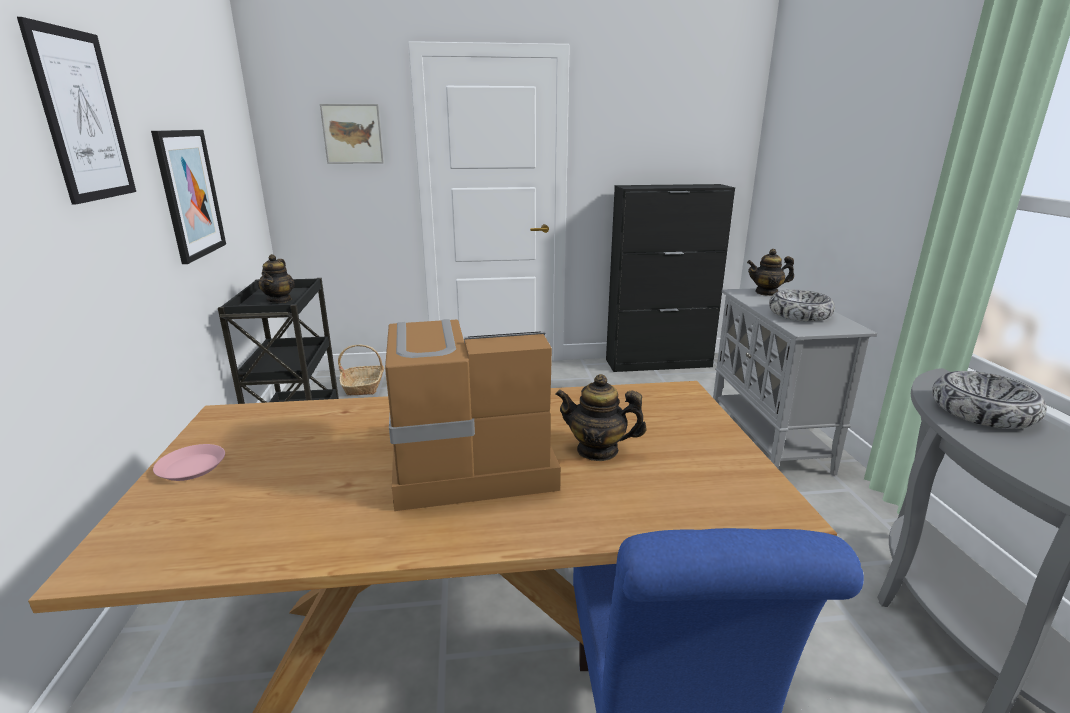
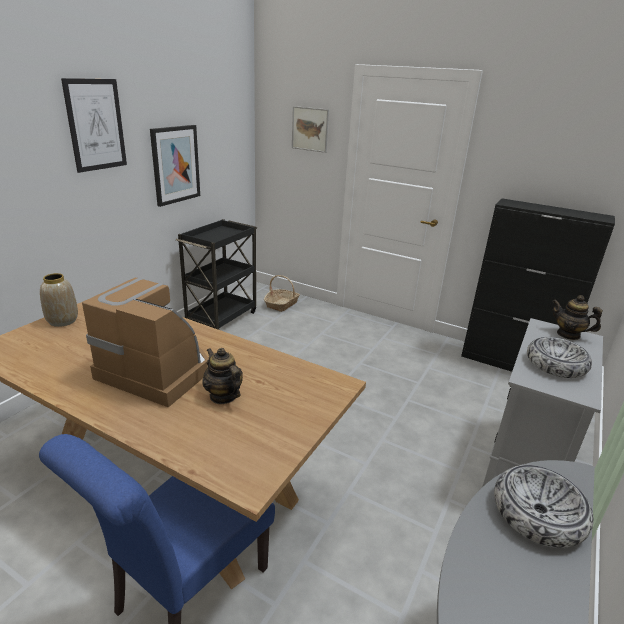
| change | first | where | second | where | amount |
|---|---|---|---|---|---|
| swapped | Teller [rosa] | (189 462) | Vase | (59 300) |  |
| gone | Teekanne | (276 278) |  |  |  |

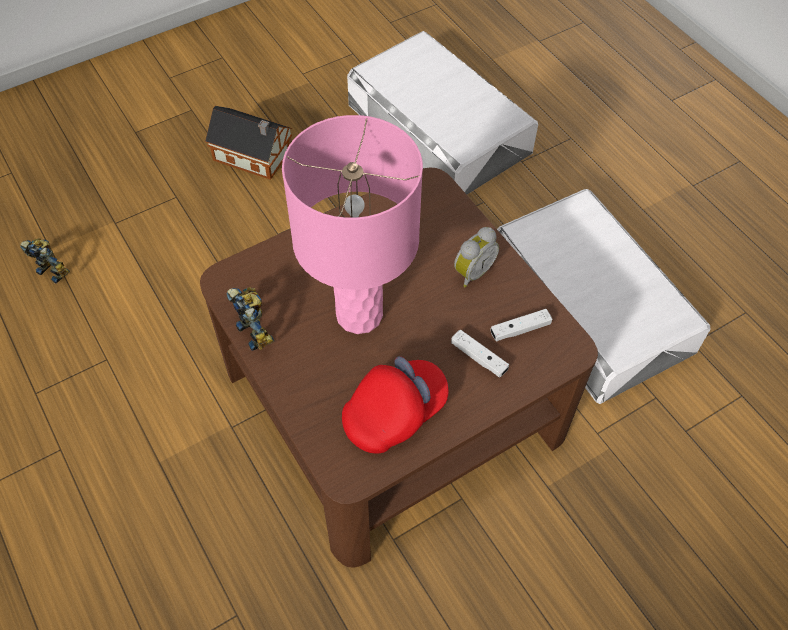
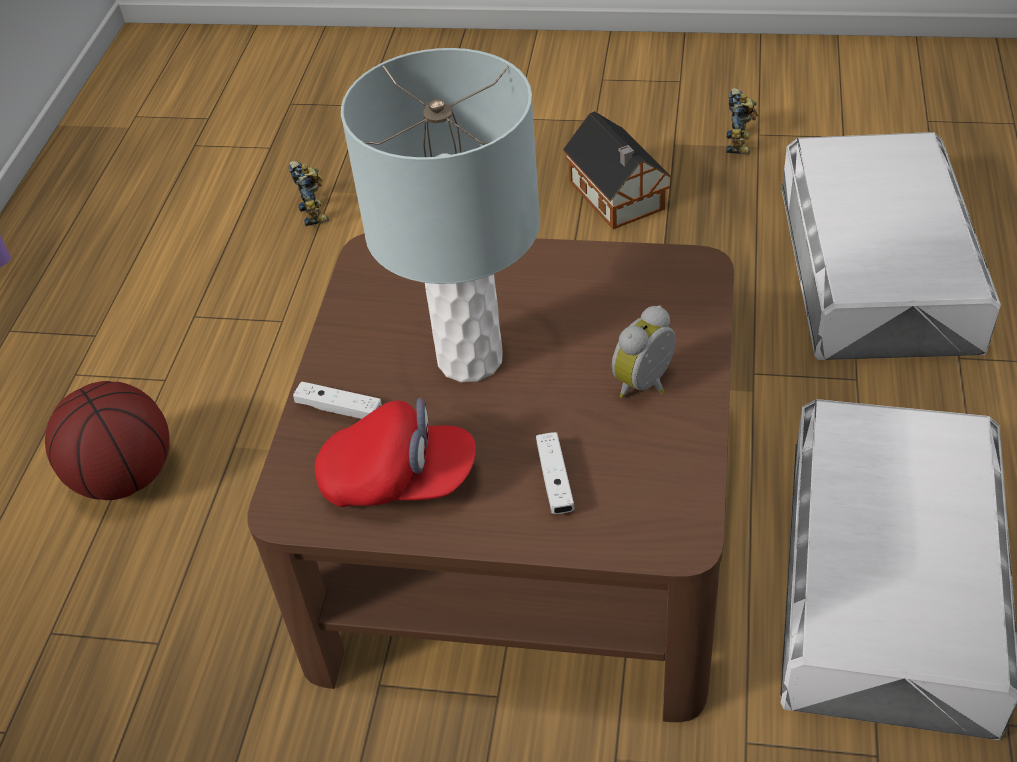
| change | first | where | second | where | amount |
|---|---|---|---|---|---|
| new |  |  | Basketball | (107 440) |  |
| shifted | Gamepad [weiß] | (521 325) |  | (337 400) |  |
| repainted | Tischlampe [rosa] | (352 224) | Tischlampe [grau] | (440 215) |  |
| rotated | Wecker | (476 257) |  | (644 352) | 135 degrees clockwise |
| shifted | Spielzeugroboter | (250 319) |  | (742 121) |  |

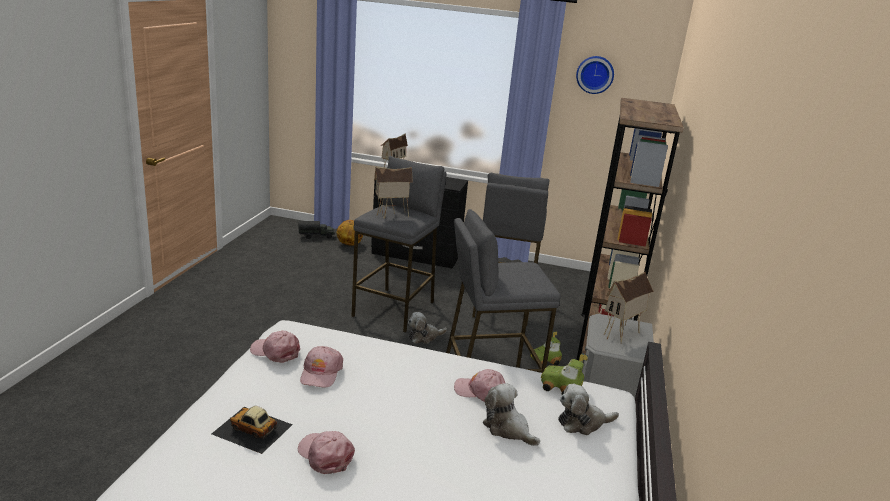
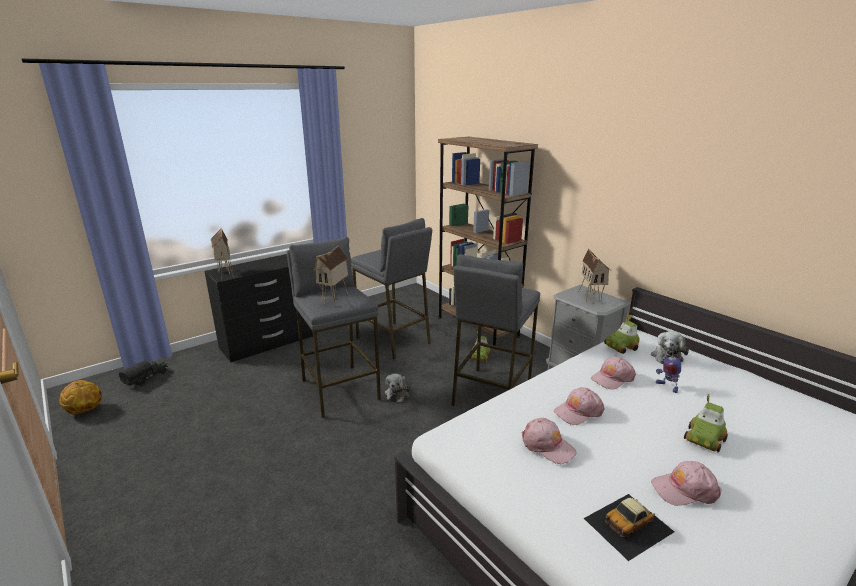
| change | first | where | second | where | amount |
|---|---|---|---|---|---|
| shifted | Basketball | (349 233) |  | (80 397) |  |
| shifted | Kappe [rosa] | (275 347) |  | (579 406) |  |
| swapped | Plüschtier | (511 414) | Spielzeugroboter | (668 366) |  |
| new |  |  | Spielzeugauto | (706 423) |  |
| gone | Wanduhr | (595 75) |  |  |  |

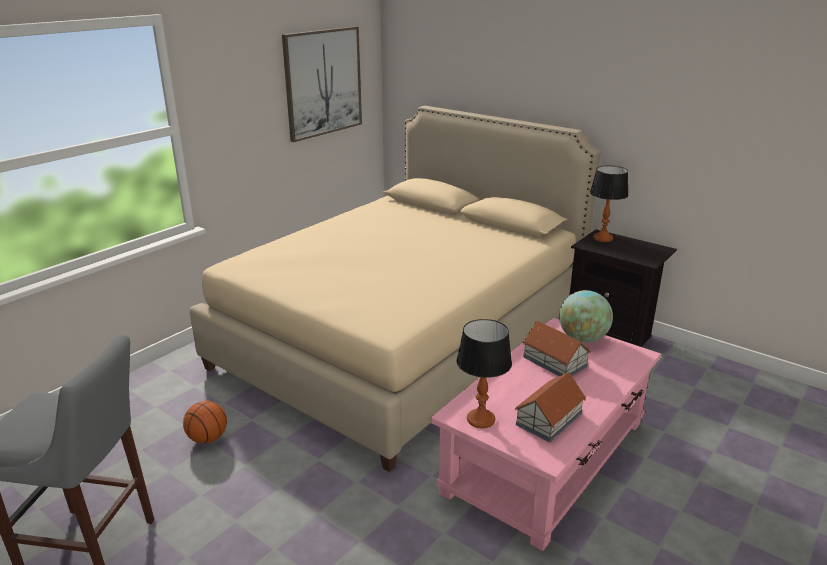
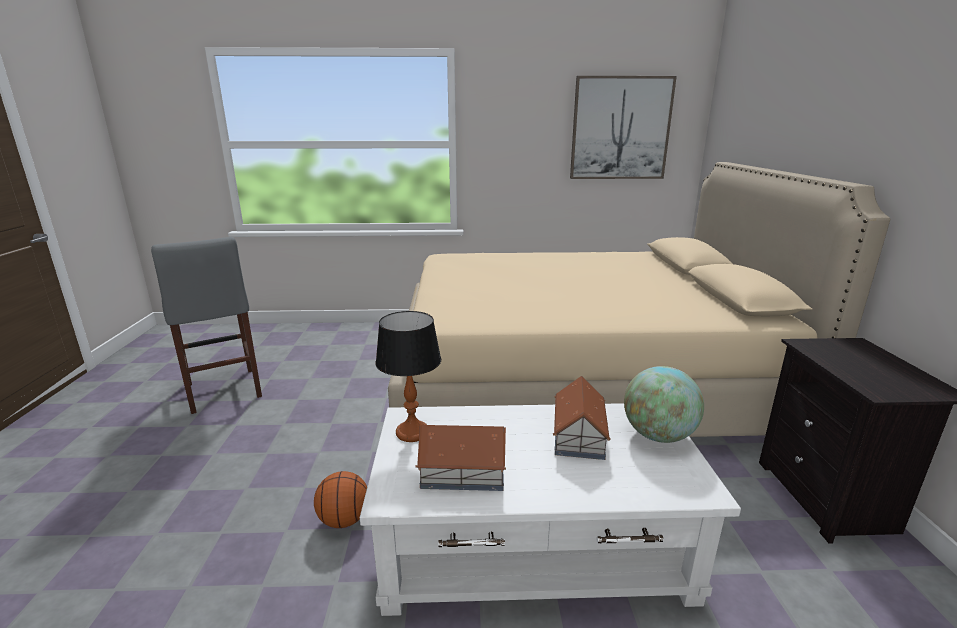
| change | first | where | second | where | amount |
|---|---|---|---|---|---|
| shifted | Basketball | (205 422) |  | (340 499) |  |
| repainted | Couchtisch [rosa] | (546 434) | Couchtisch [weiß] | (550 509) |  |
| gone | Tischlampe | (609 203) |  |  |  |

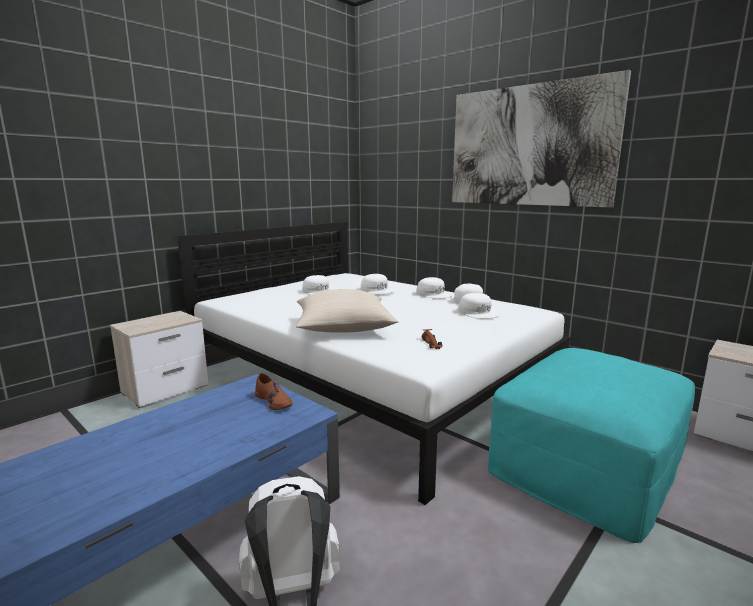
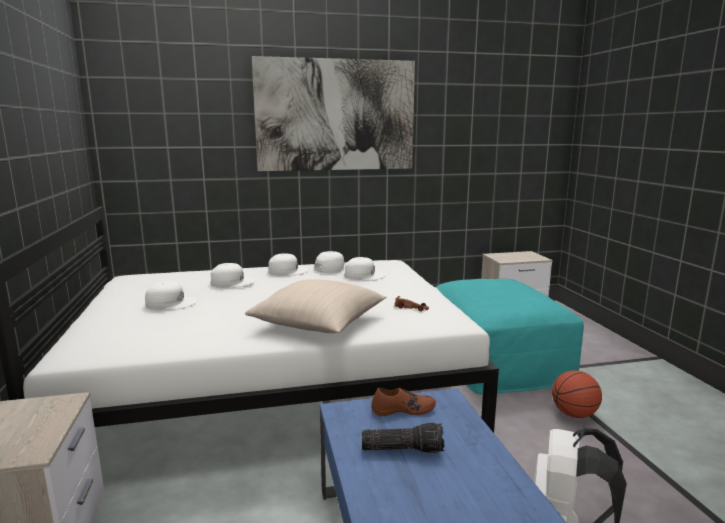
| change | first | where | second | where | amount |
|---|---|---|---|---|---|
| new |  |  | Taschenlampe | (402 438) |  |
| new |  |  | Basketball | (577 394) |  |

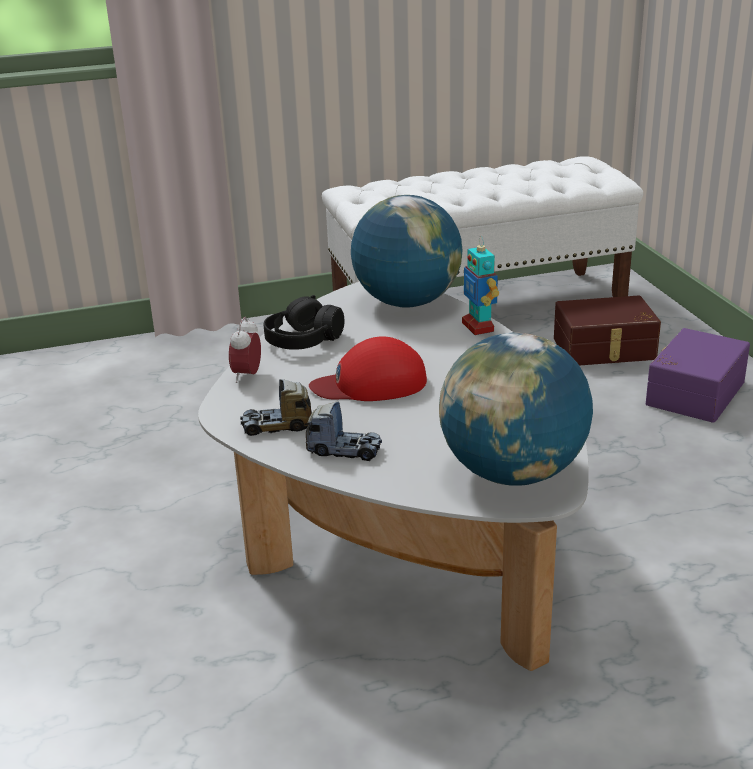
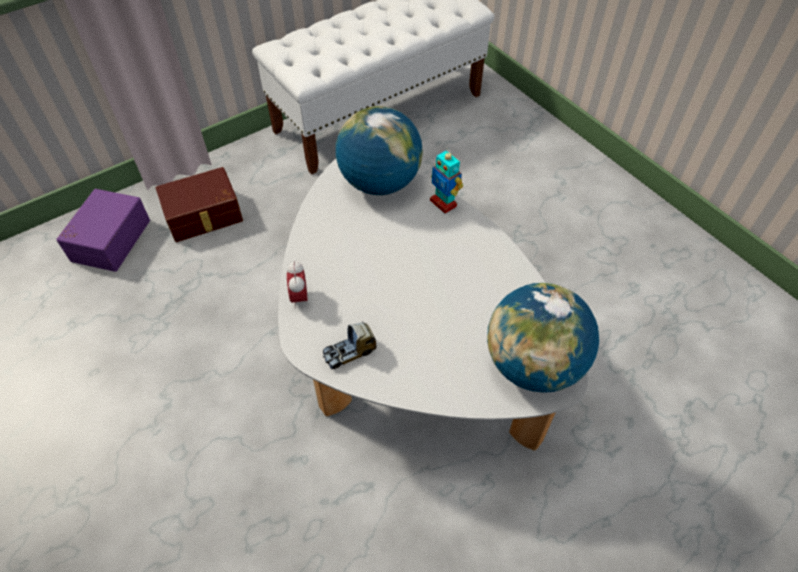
| change | first | where | second | where | amount |
|---|---|---|---|---|---|
| shifted | Aufbewahrungsbox [lila] | (698 375) |  | (103 230) |  |
| shifted | Aufbewahrungsbox [braun] | (607 330) |  | (199 204) |  |
| gone | Kopfhörer [schwarz] | (304 322) |  |  |  |
| gone | Spielzeuglaster | (344 431) |  |  |  |
| gone | Kappe [rot] | (368 368) |  |  |  |

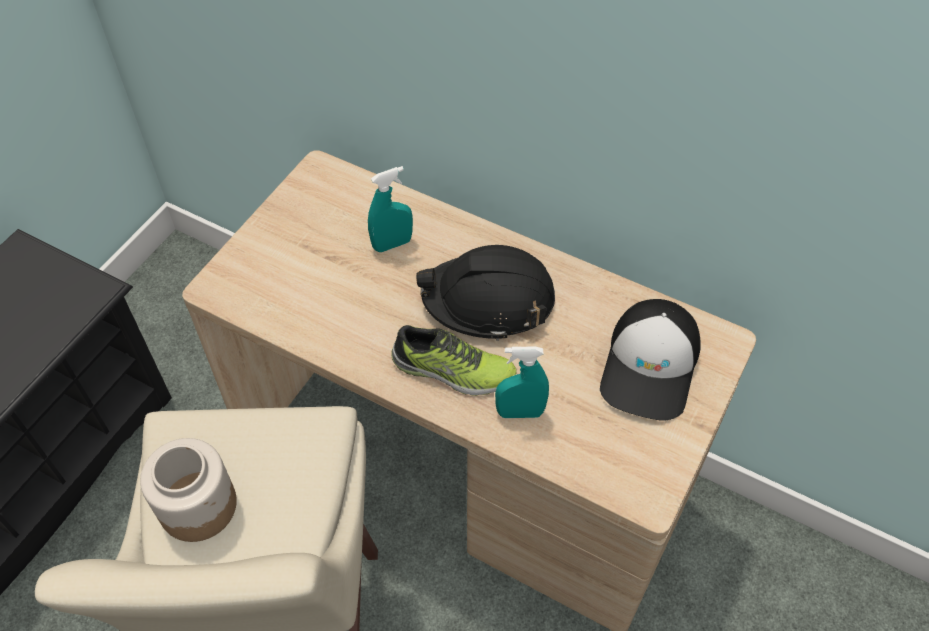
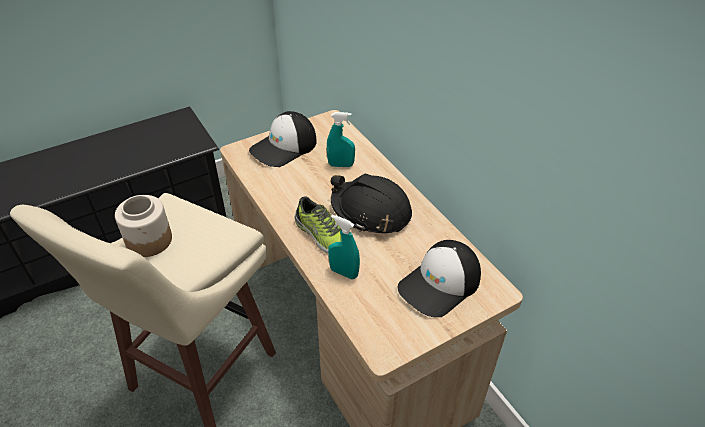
| change | first | where | second | where | amount |
|---|---|---|---|---|---|
| new |  |  | Kappe | (283 139) |  |

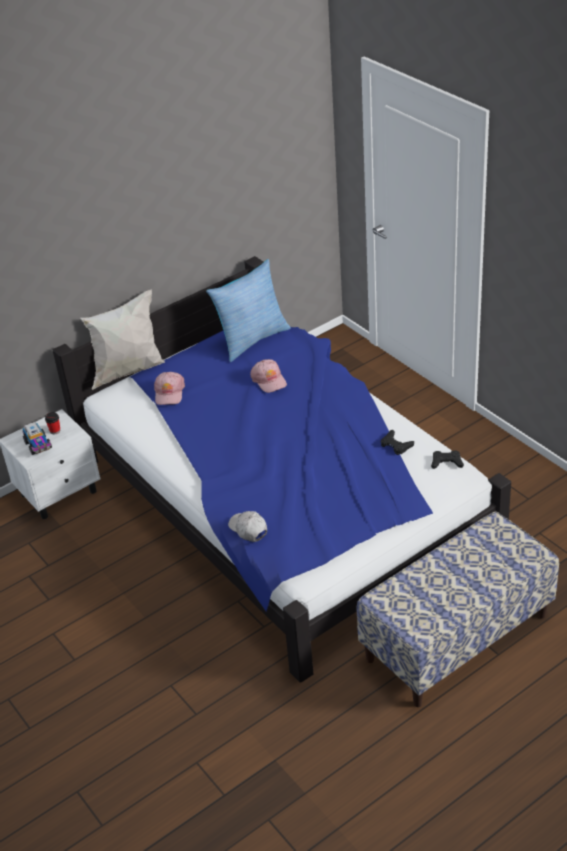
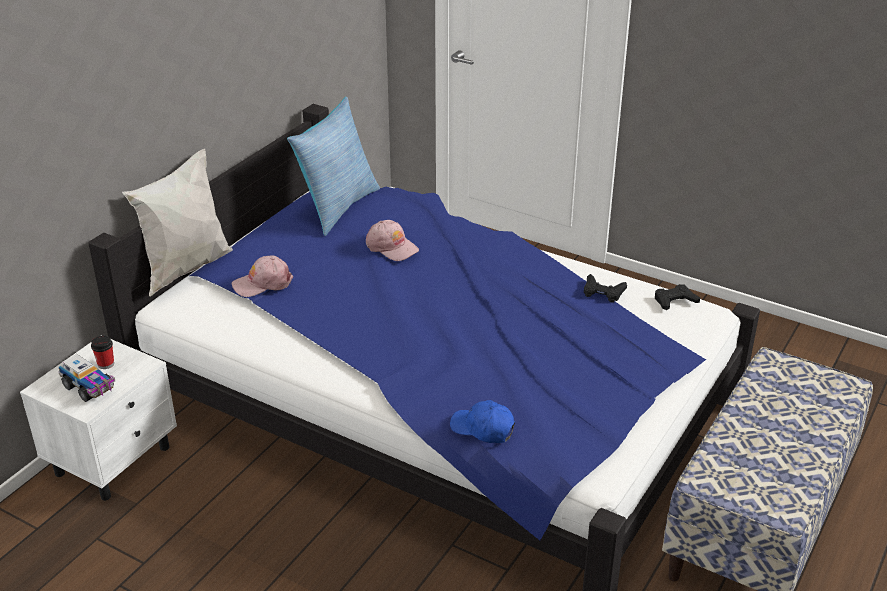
| change | first | where | second | where | amount |
|---|---|---|---|---|---|
| rotated | Kappe [rosa] | (169 388) |  | (262 276) | 90 degrees clockwise |
| repainted | Kappe [weiß] | (247 526) | Kappe [blau] | (482 421) |  |

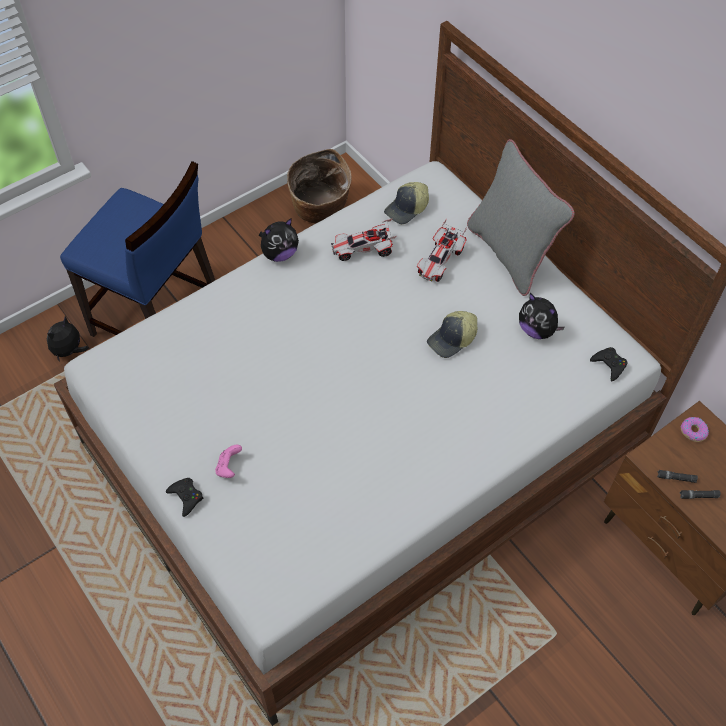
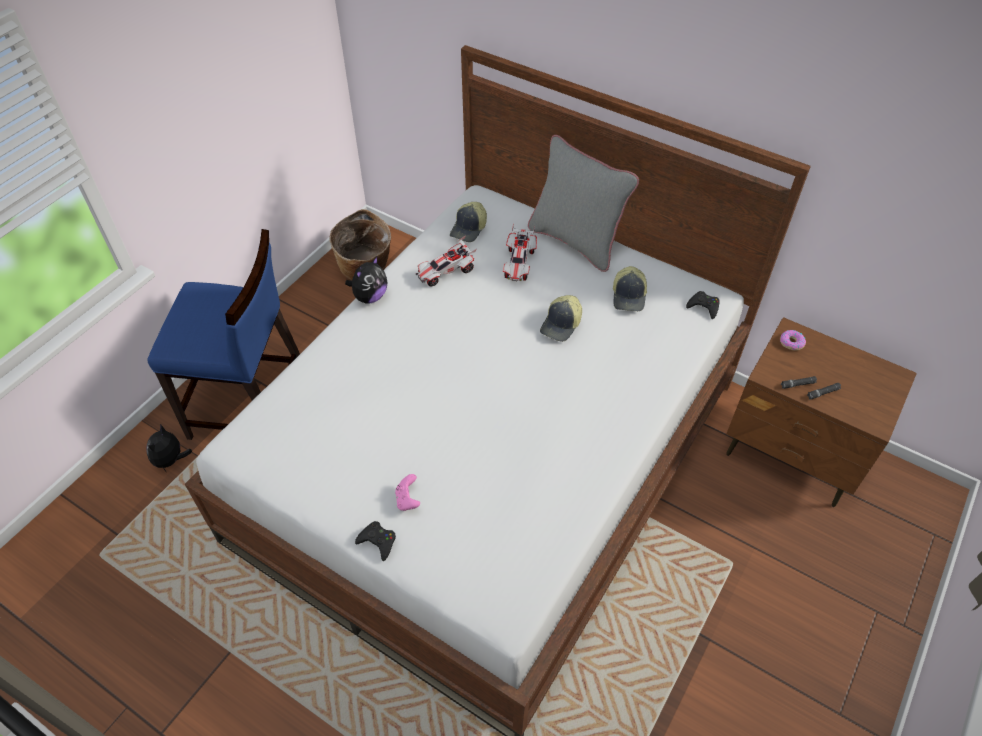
| change | first | where | second | where | amount |
|---|---|---|---|---|---|
| swapped | Plüschtier | (542 316) | Kappe | (630 288) |  |

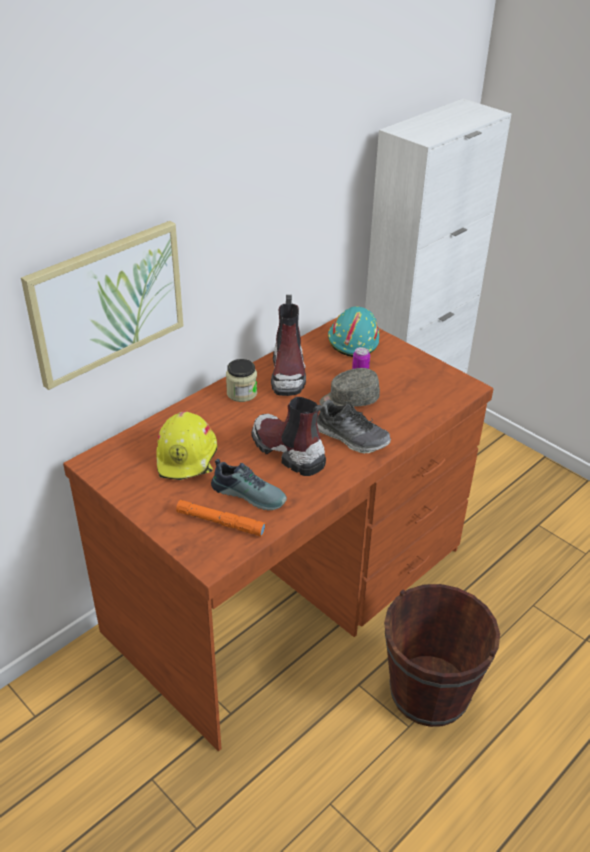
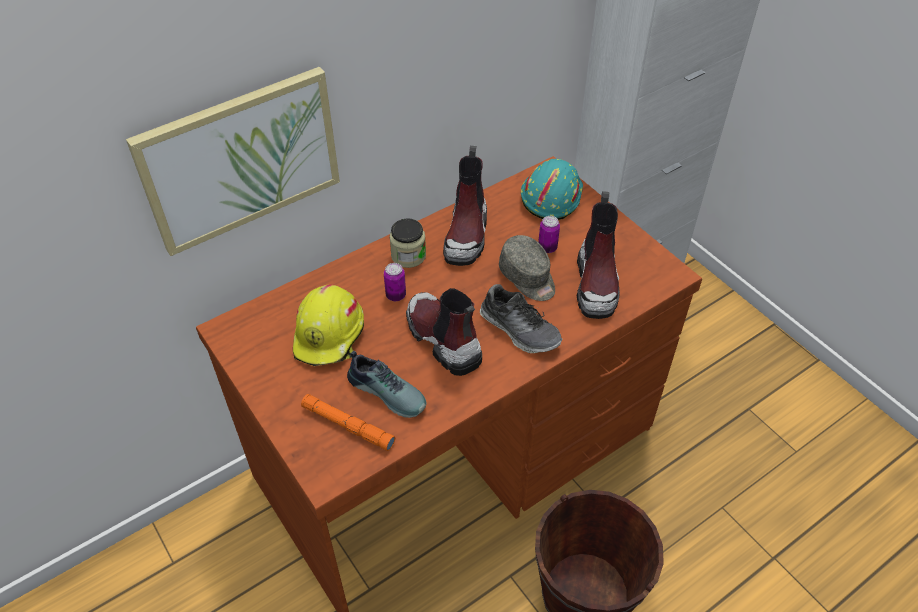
| change | first | where | second | where | amount |
|---|---|---|---|---|---|
| new |  |  | Dose | (395 282) |  |
| rotated | Kappe [grau] | (350 387) |  | (527 268) | 120 degrees counterclockwise |
| new |  |  | Stiefel | (598 255) |  |

